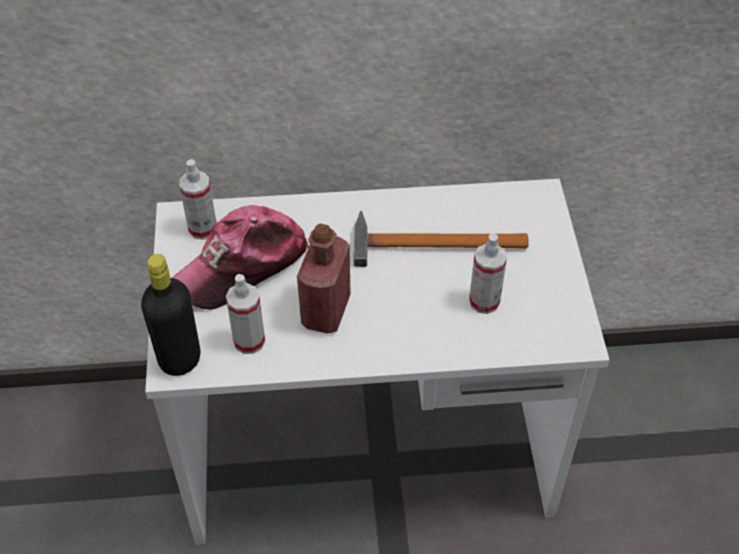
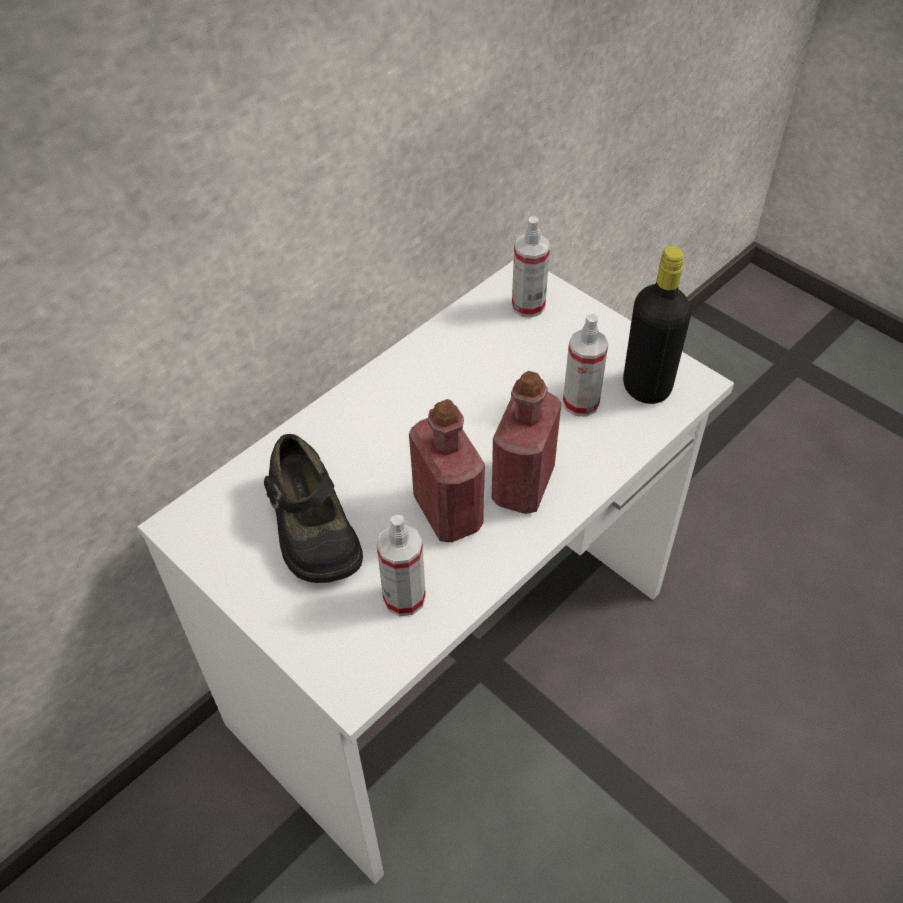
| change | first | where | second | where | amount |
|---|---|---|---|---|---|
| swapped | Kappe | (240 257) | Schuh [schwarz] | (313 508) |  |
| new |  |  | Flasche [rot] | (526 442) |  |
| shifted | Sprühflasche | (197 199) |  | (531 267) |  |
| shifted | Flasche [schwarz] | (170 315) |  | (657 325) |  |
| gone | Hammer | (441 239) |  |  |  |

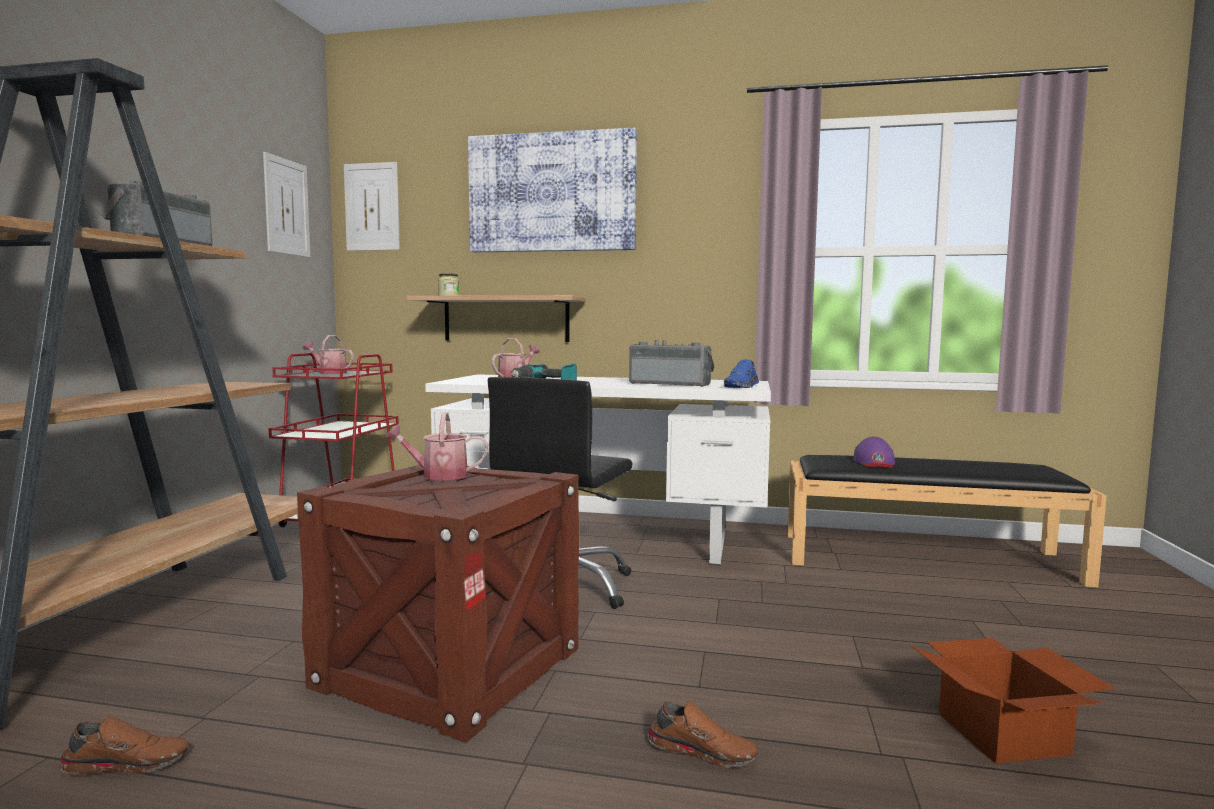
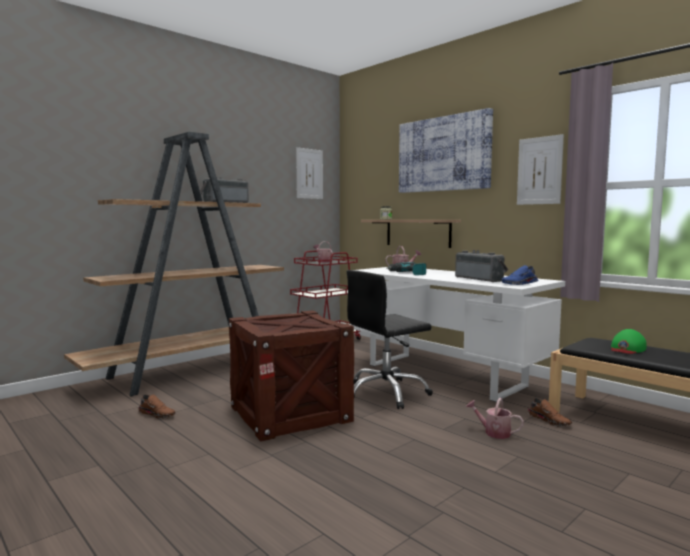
| change | first | where | second | where | amount |
|---|---|---|---|---|---|
| shifted | Gießkanne | (436 446) |  | (495 418) |  |
| shifted | Bild | (372 206) |  | (540 169) |  |
| shifted | Schuh [braun] | (703 734) |  | (549 412) |  |
| repainted | Kappe [lila] | (874 452) | Kappe [grün] | (629 341) |  |
| gone | Karton | (1013 700) |  |  |  |

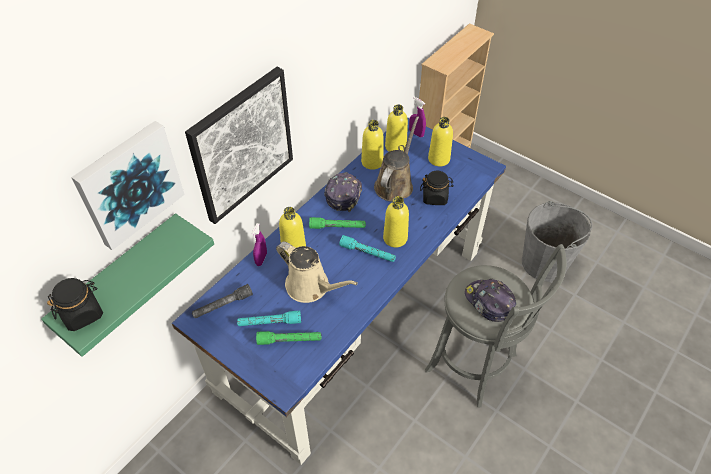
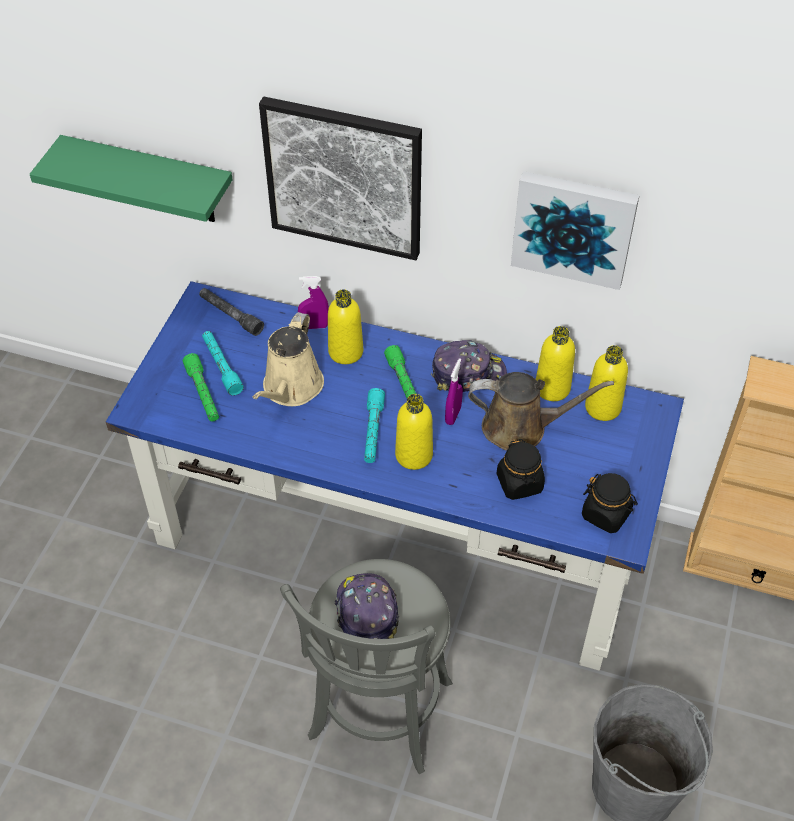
| change | first | where | second | where | amount |
|---|---|---|---|---|---|
| rotated | Kappe | (490 300) |  | (366 606) | 45 degrees counterclockwise |
| shifted | Sprühflasche [lila] | (417 117) |  | (454 391) |  |
| shifted | Bild | (128 185) |  | (575 230) |  |
| shifted | Vorratsglas [schwarz] | (75 304) |  | (610 503) |  |
| gone | Flasche [gelb] | (440 141) |  |  |  |

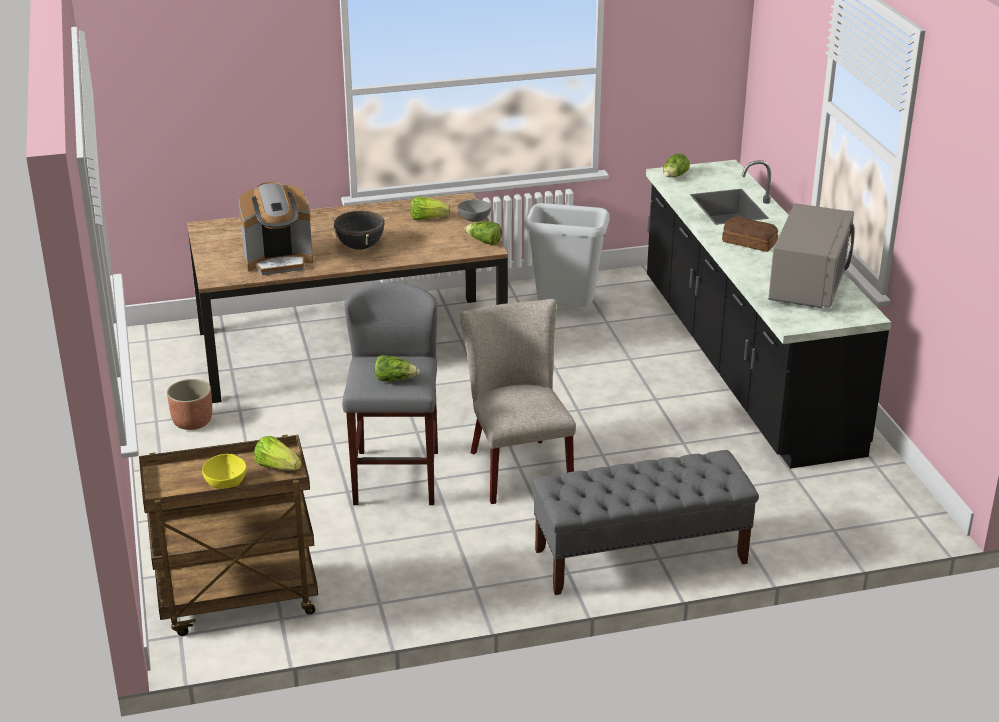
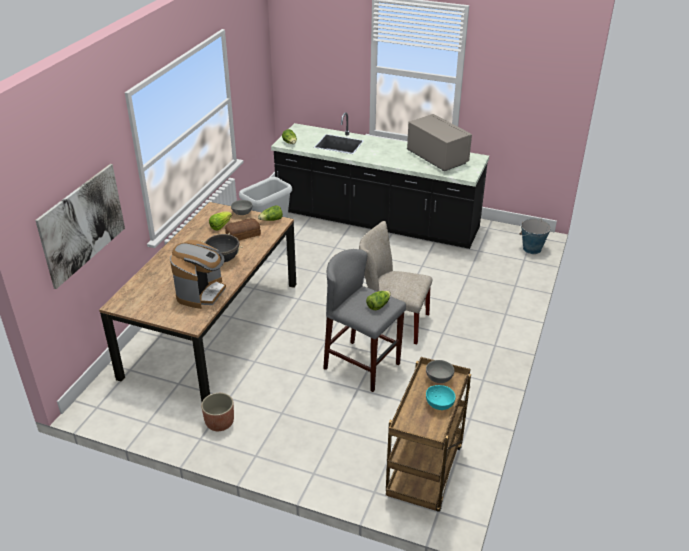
| change | first | where | second | where | amount |
|---|---|---|---|---|---|
| new |  |  | Bild | (80 226) |  |
| shifted | Brot | (750 234) |  | (243 229) |  |
| swapped | Salatkopf | (278 453) | Schüssel [grau] | (440 371) |  |
| repainted | Schüssel [gelb] | (224 471) | Schüssel [türkis] | (441 397) |  |
| new |  |  | Eimer | (535 236) |  |
| gone | Bank [grau] | (645 522) |  |  |  |

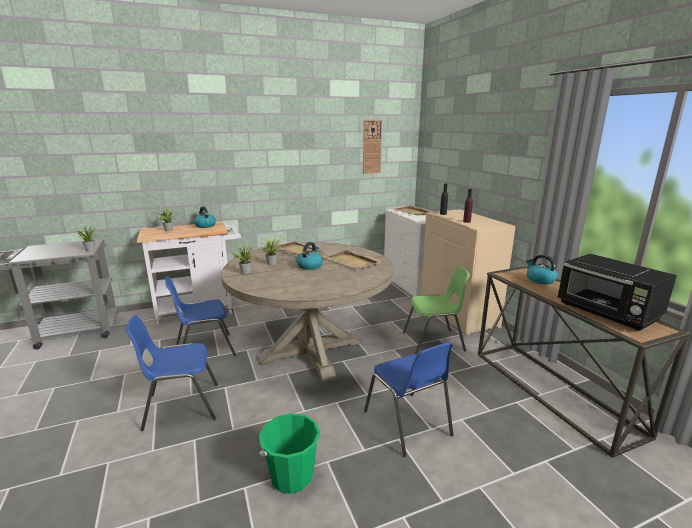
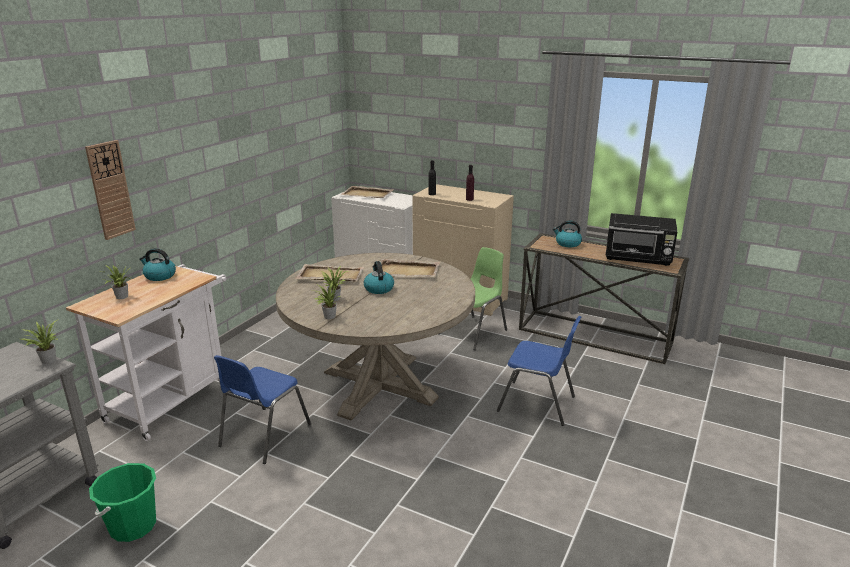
| change | first | where | second | where | amount |
|---|---|---|---|---|---|
| shifted | Wanduhr | (372 147) |  | (110 190) |  |
| shifted | Eimer [grün] | (289 453) |  | (122 502) |  |
| gone | Stuhl [blau] | (171 373) |  |  |  |

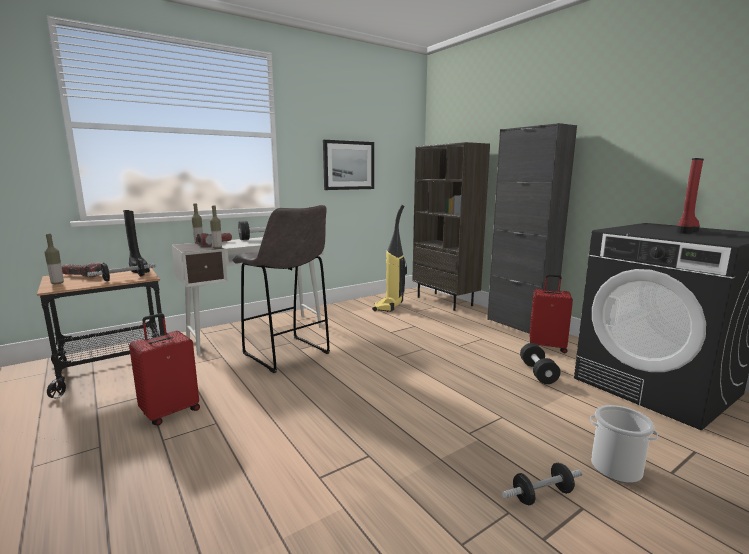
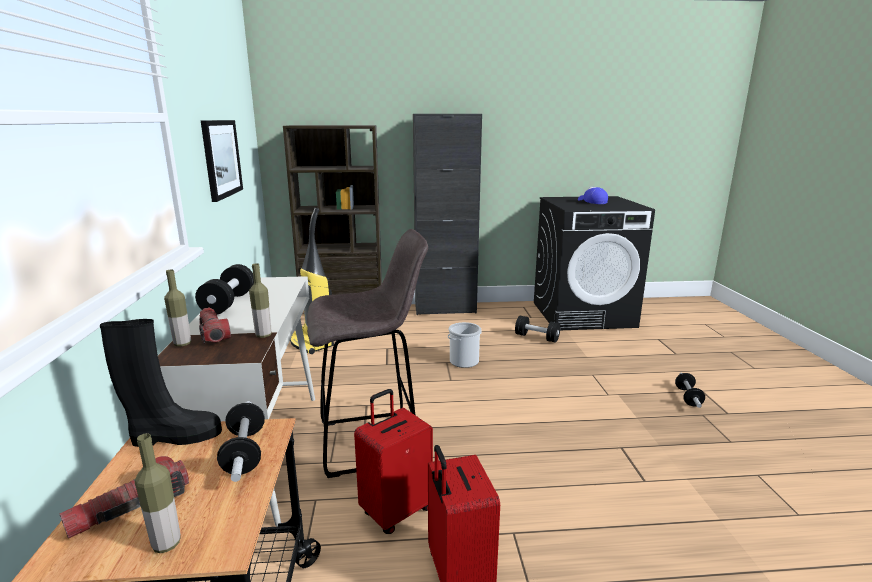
| change | first | where | second | where | amount |
|---|---|---|---|---|---|
| shifted | Koffer [rot] | (551 313) |  | (393 461) |  |
| shifted | Eimer | (624 444) |  | (465 345) |  |
| swapped | Stiefel [rot] | (690 196) | Kappe | (593 195) |  |

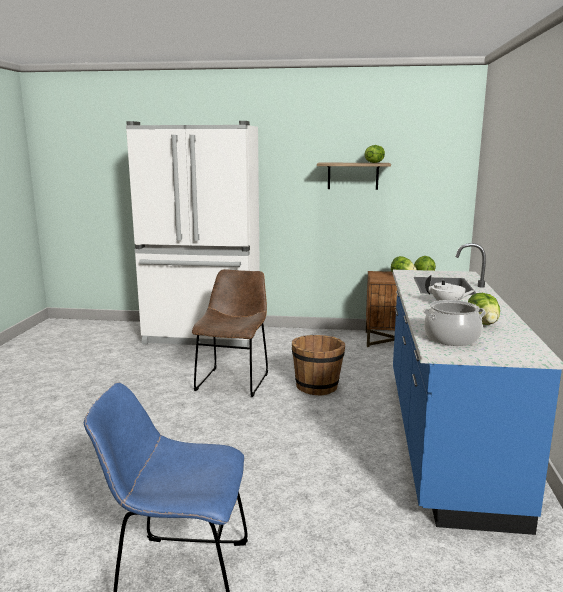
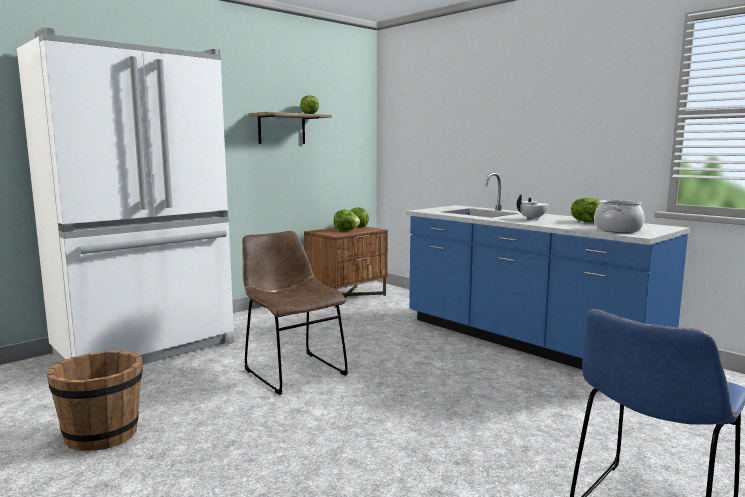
| change | first | where | second | where | amount |
|---|---|---|---|---|---|
| shifted | Eimer [braun] | (318 365) |  | (95 401) |  |

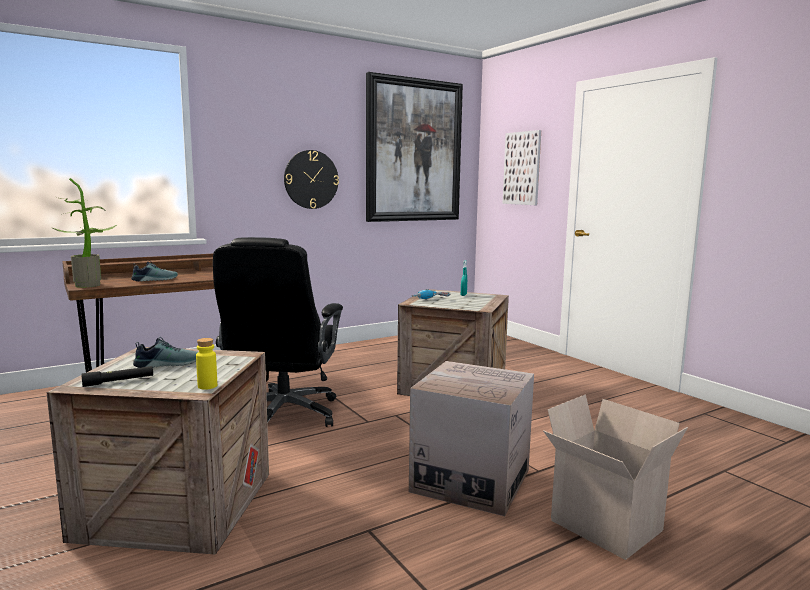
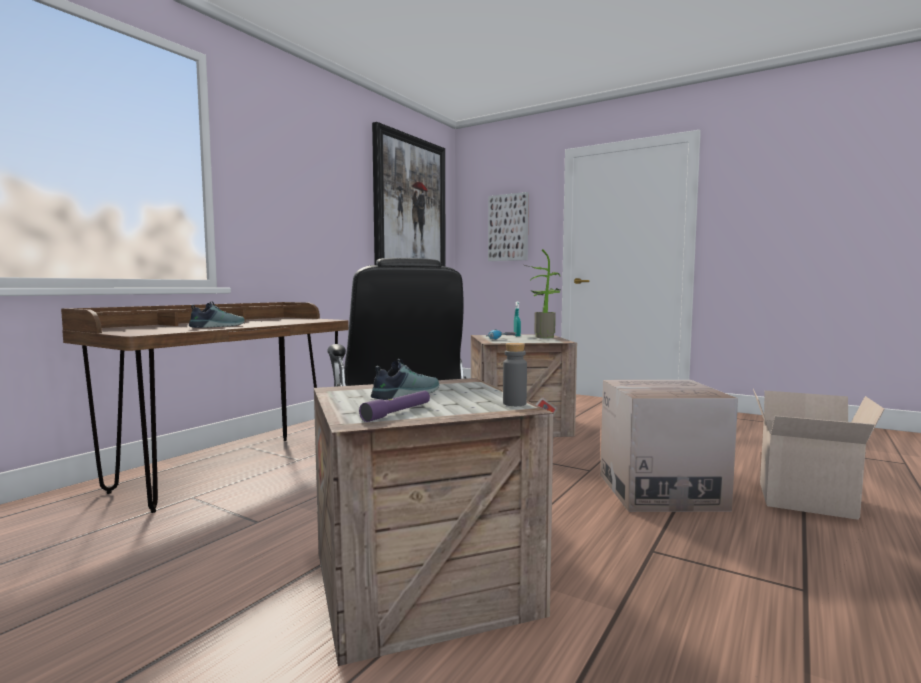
| change | first | where | second | where | amount |
|---|---|---|---|---|---|
| repainted | Taschenlampe [schwarz] | (117 376) | Taschenlampe [lila] | (394 406) |  |
| repainted | Flasche [gelb] | (206 364) | Flasche [grau] | (515 374) |  |
| shifted | Topfpflanze | (84 233) |  | (542 293) |  |
| gone | Wanduhr | (311 179) |  |  |  |

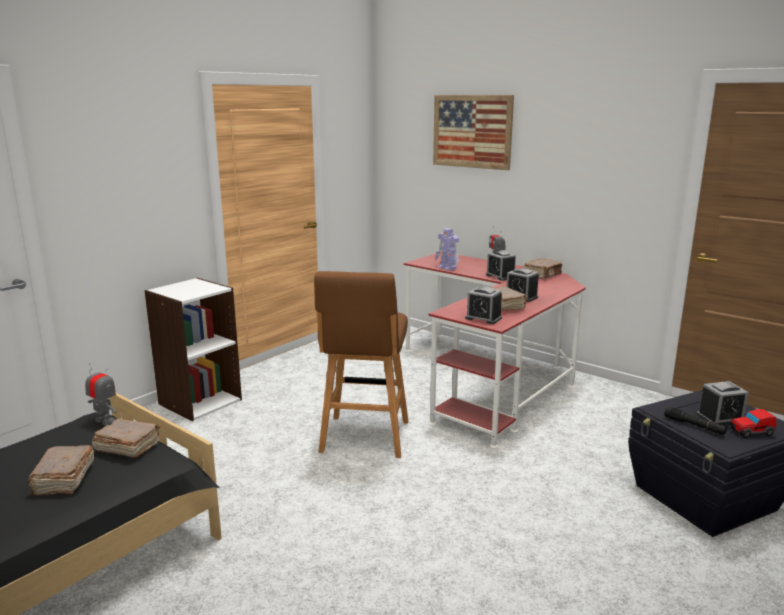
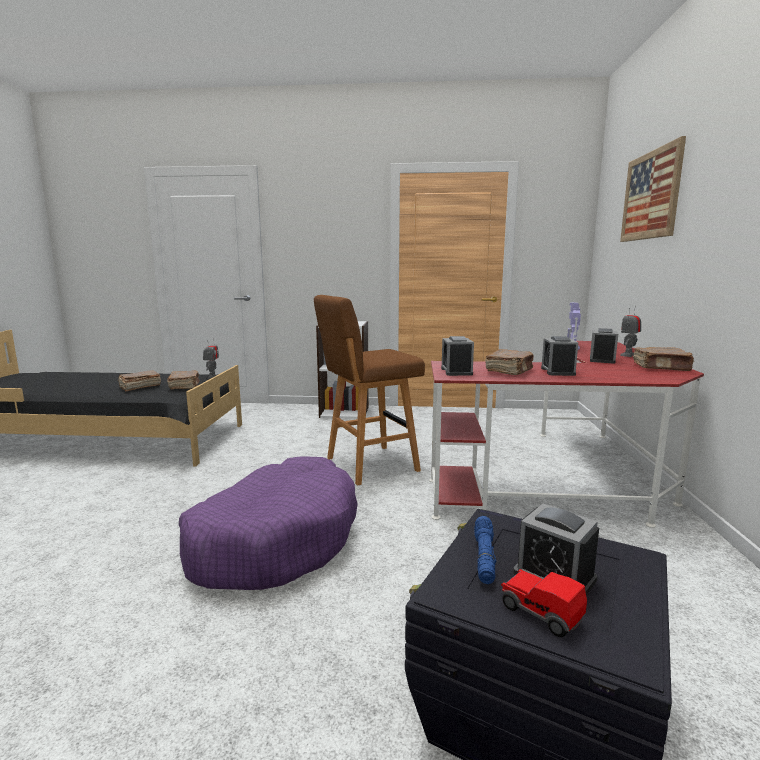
| change | first | where | second | where | amount |
|---|---|---|---|---|---|
| new |  |  | Hundebett [lila] | (268 523) |  |
| repainted | Taschenlampe [schwarz] | (695 421) | Taschenlampe [blau] | (485 550) |  |

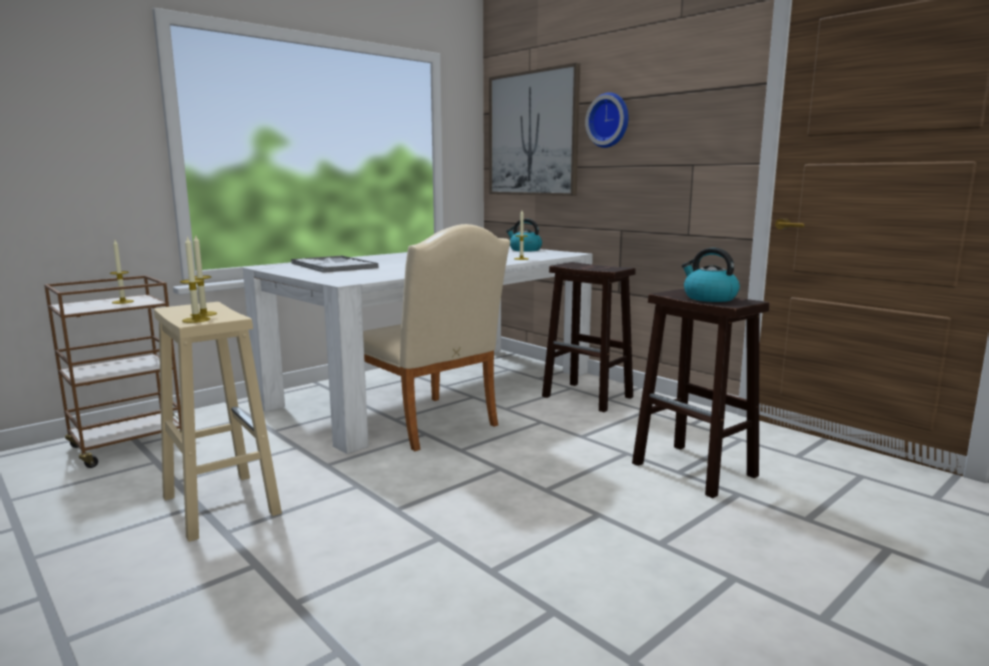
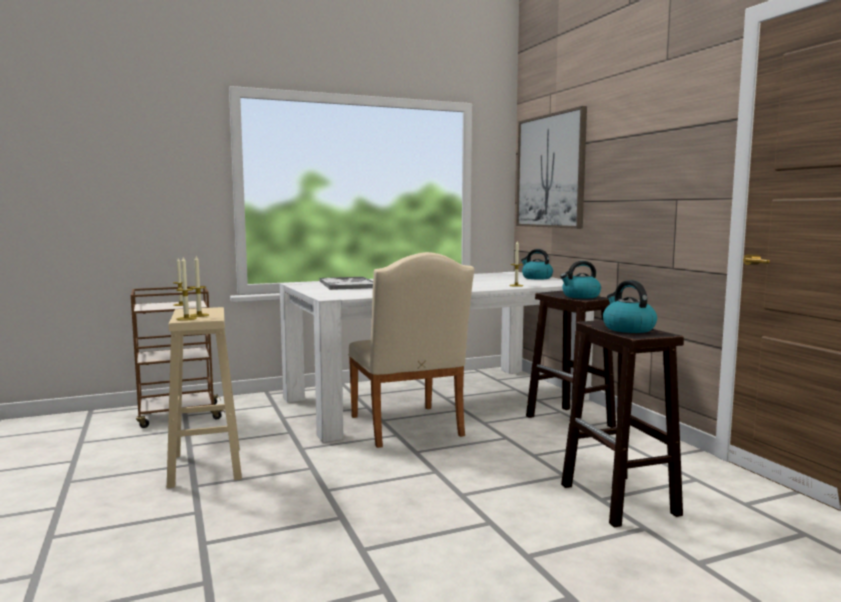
| change | first | where | second | where | amount |
|---|---|---|---|---|---|
| new |  |  | Wasserkessel | (580 280) |  |
| gone | Wanduhr | (607 120) |  |  |  |

